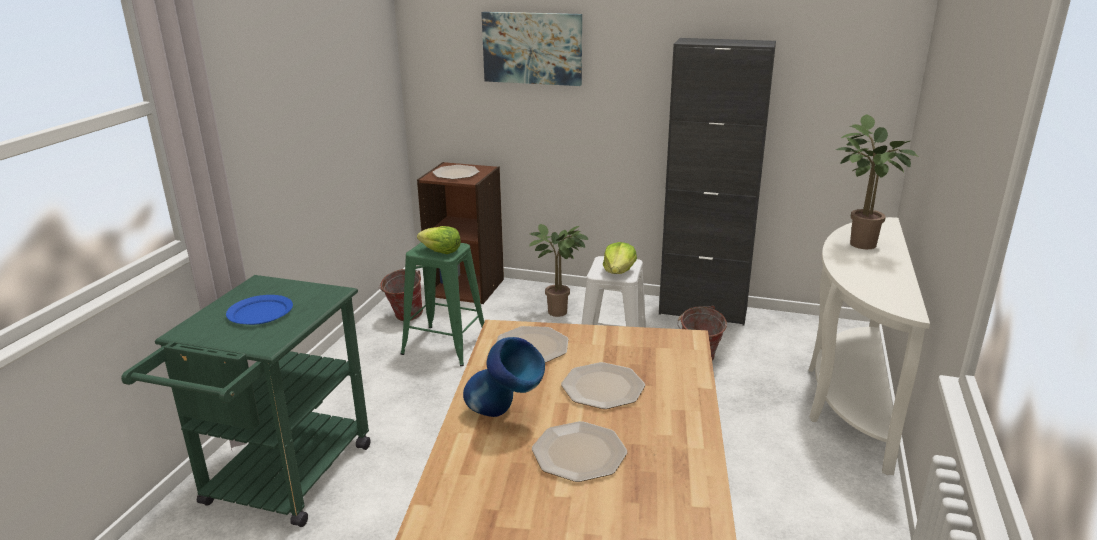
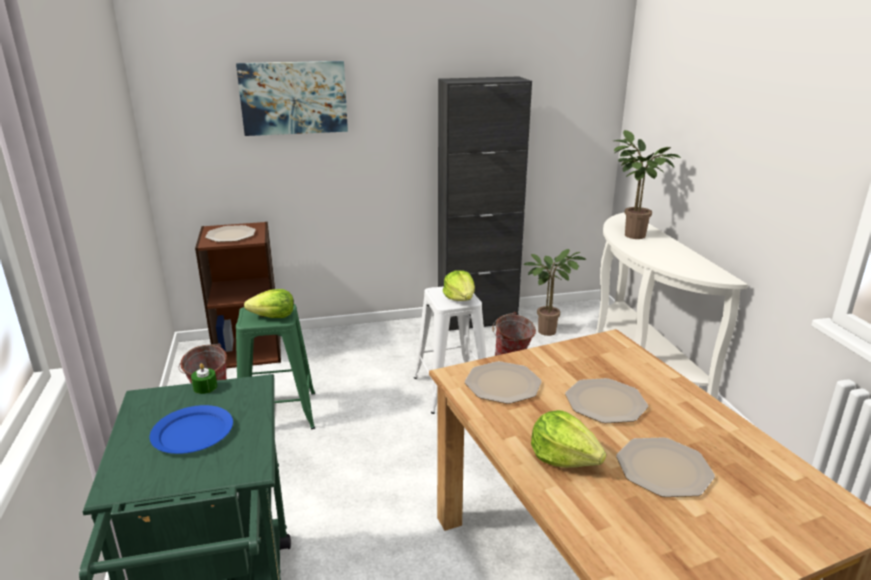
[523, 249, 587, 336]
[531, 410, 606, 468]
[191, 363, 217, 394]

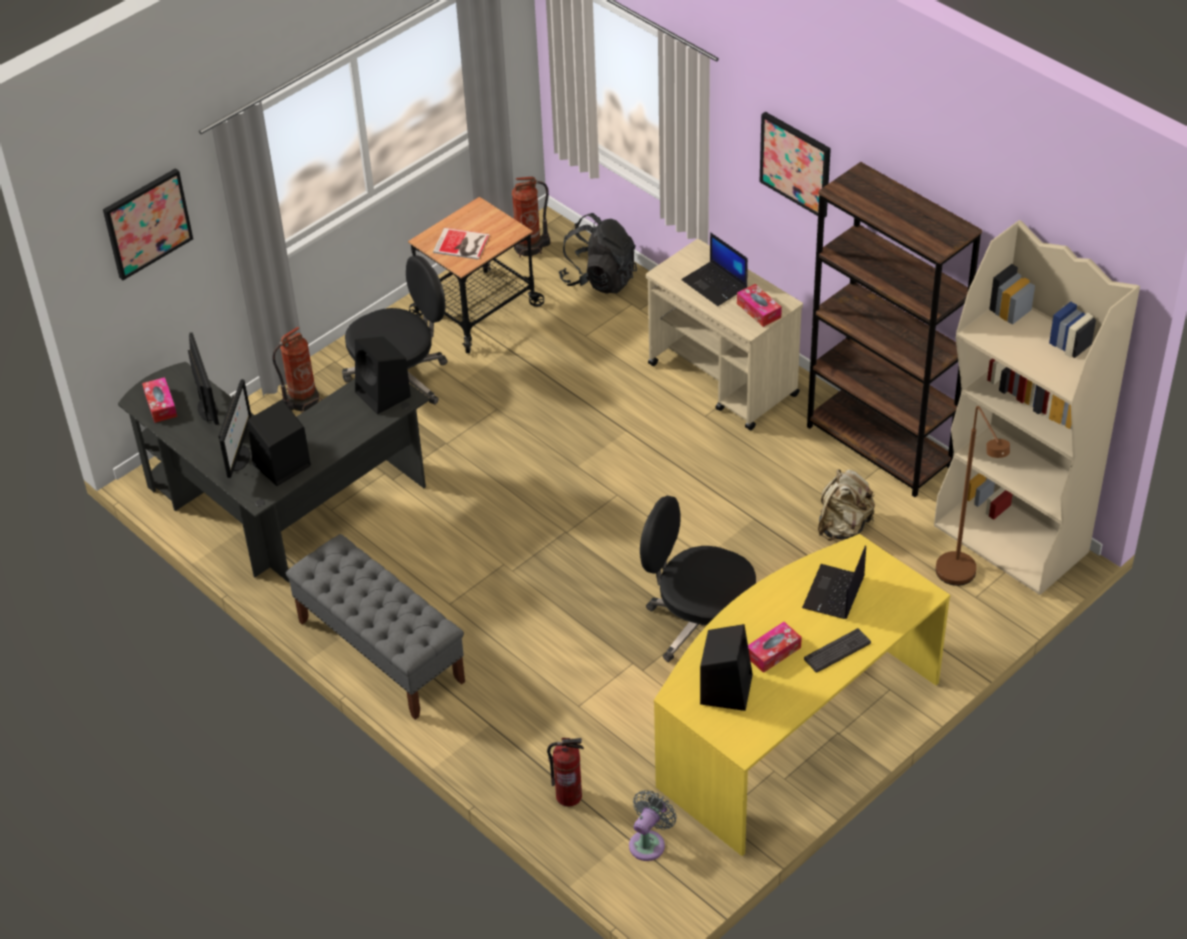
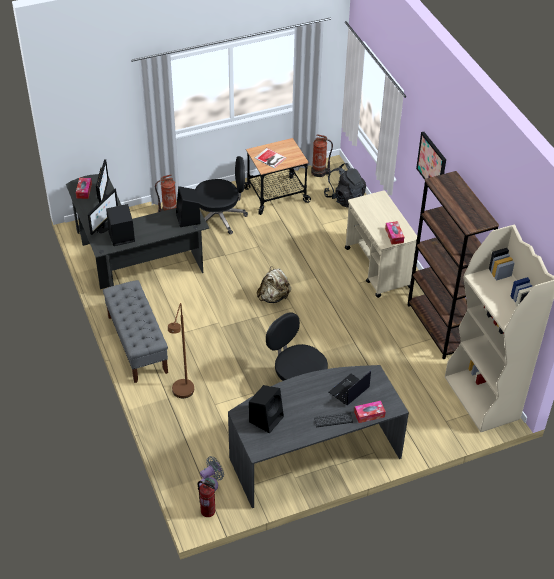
[103, 168, 193, 280] (first image)
[681, 232, 748, 306] (first image)
[168, 303, 194, 398]
[257, 266, 291, 303]
[228, 365, 409, 508]
[354, 401, 386, 423]
[197, 480, 216, 517]

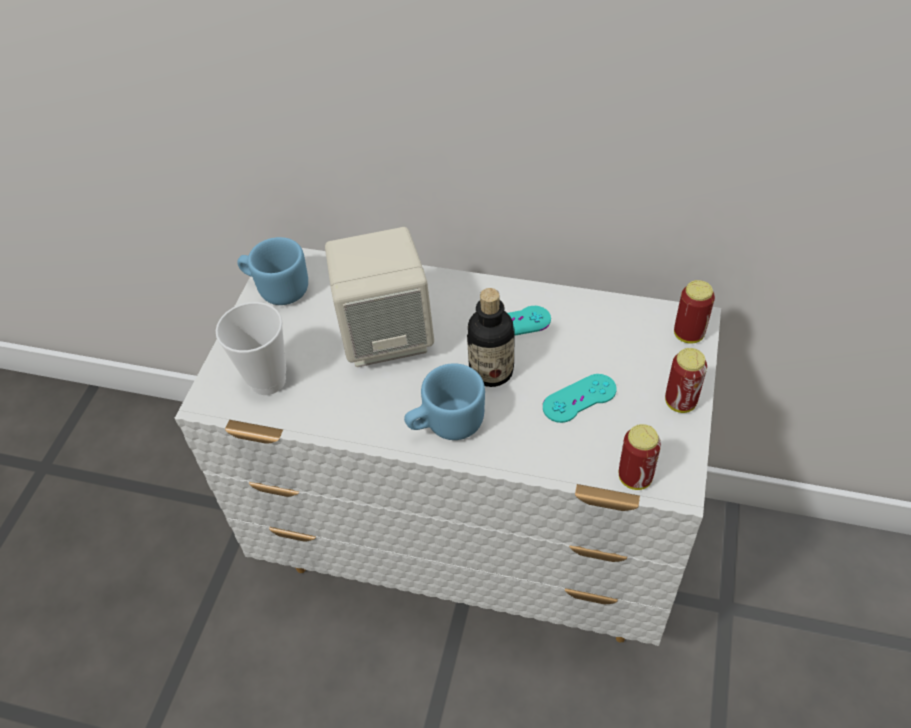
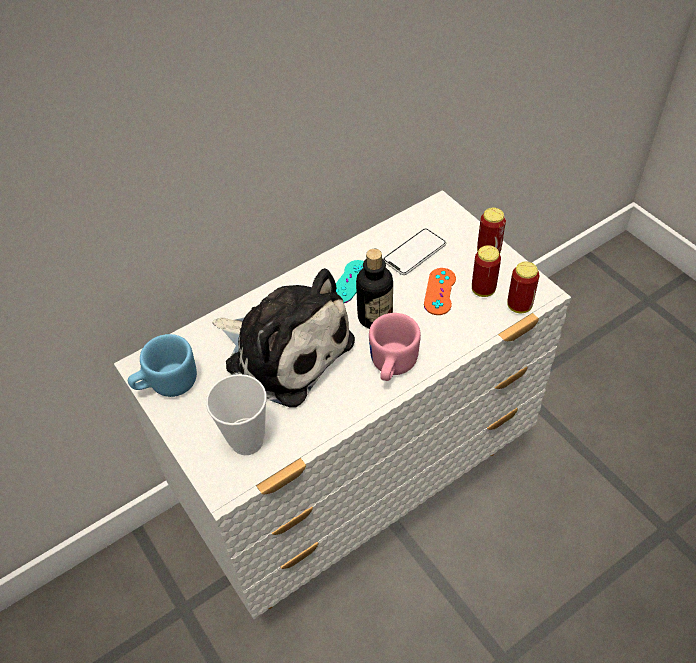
[212, 268, 355, 408]
[472, 245, 501, 297]
[369, 313, 421, 381]
[424, 268, 456, 315]
[383, 228, 446, 275]

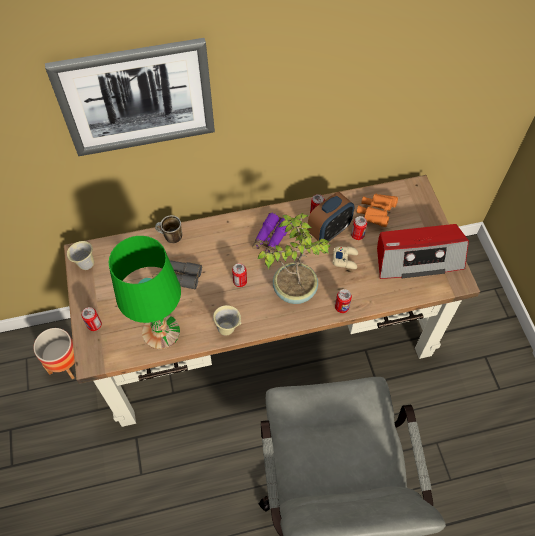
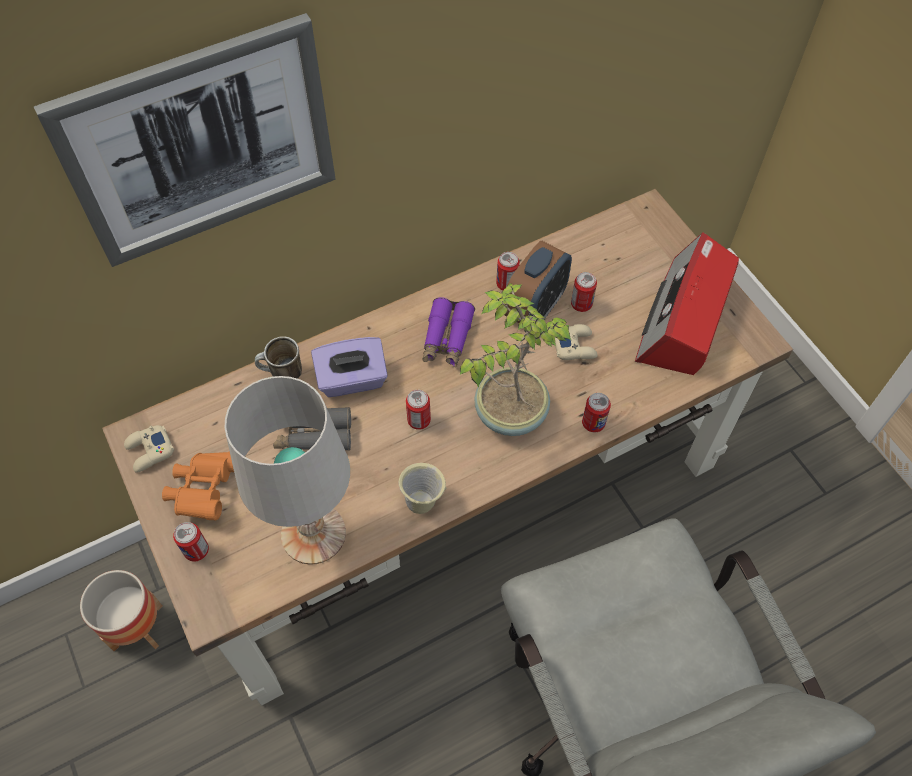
[162, 451, 234, 520]
[635, 232, 739, 375]
[225, 376, 350, 565]
[124, 425, 174, 473]
[311, 337, 388, 397]

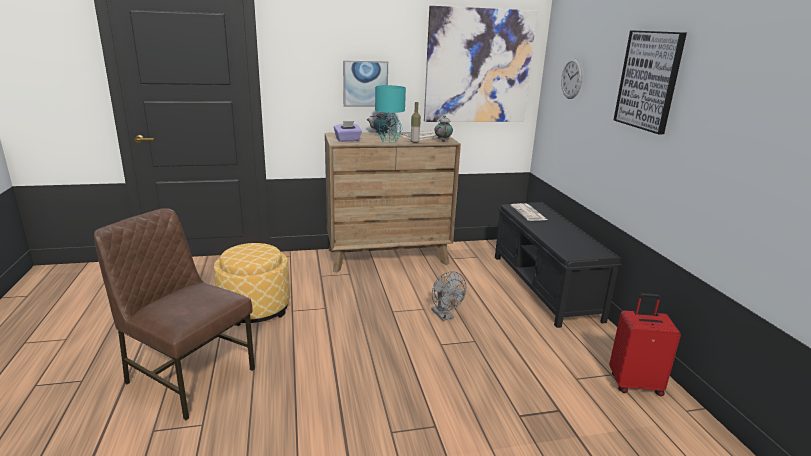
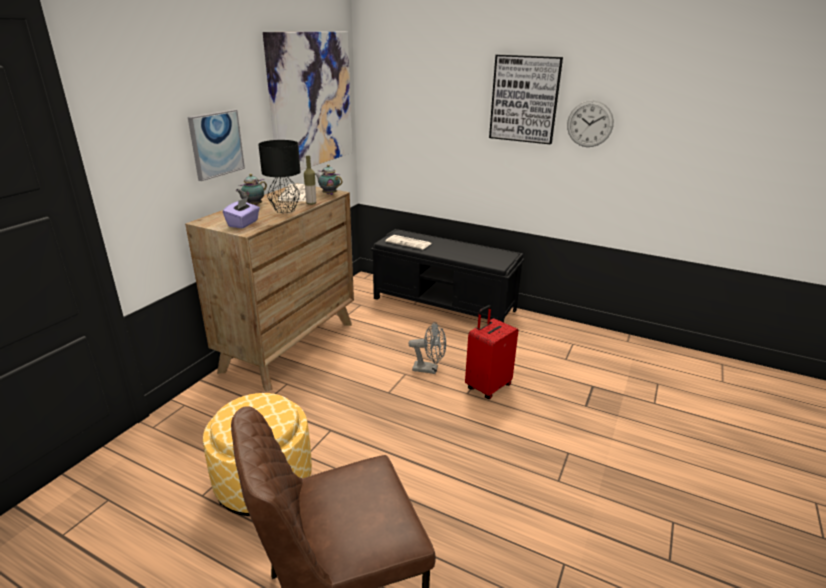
[567, 100, 614, 147]
[258, 140, 301, 213]
[465, 305, 518, 399]

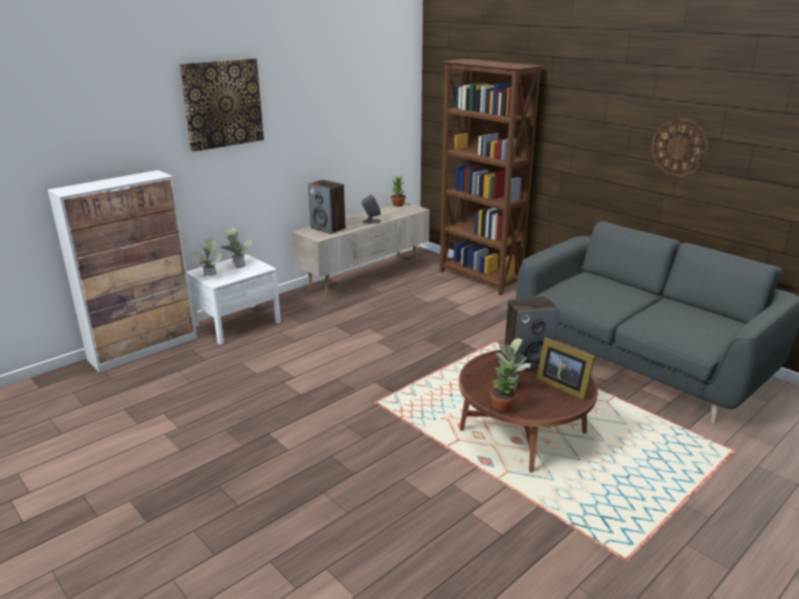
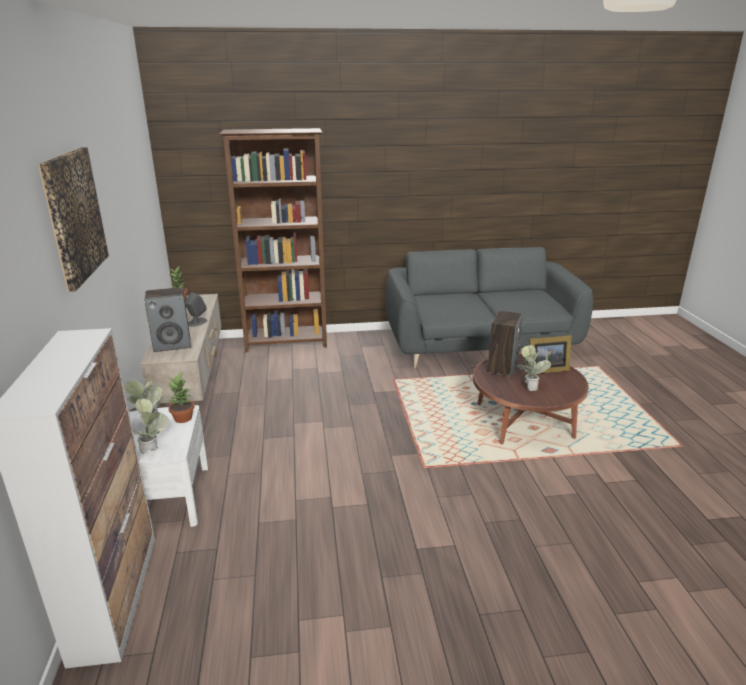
[651, 118, 709, 177] (first image)
[168, 371, 194, 423]

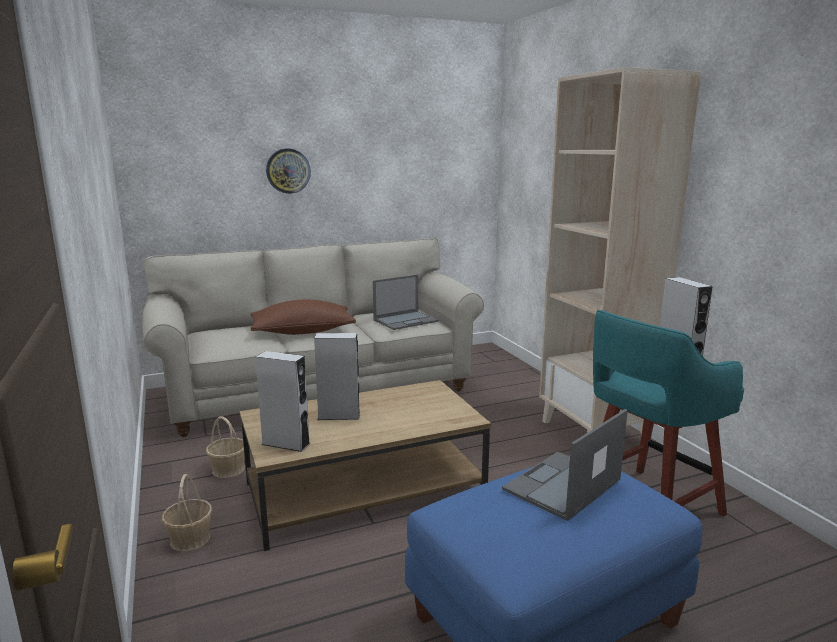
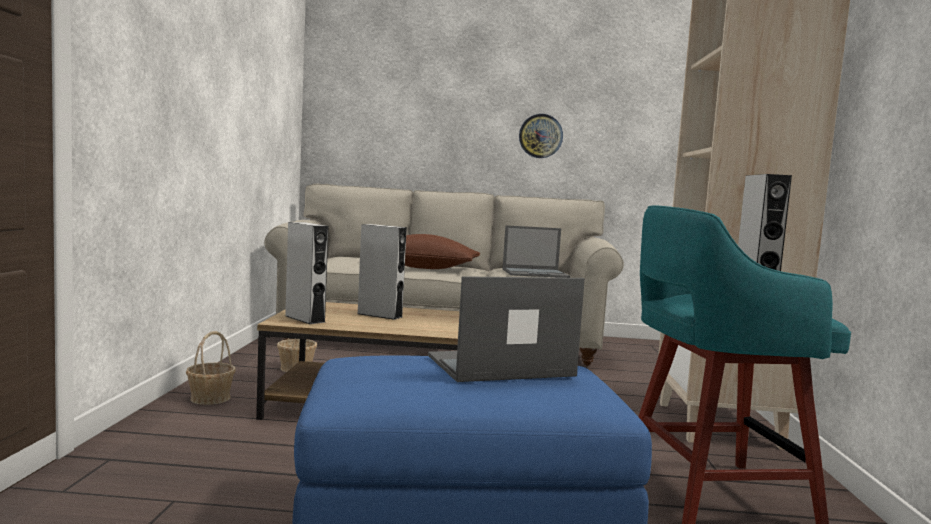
[519, 114, 563, 158]

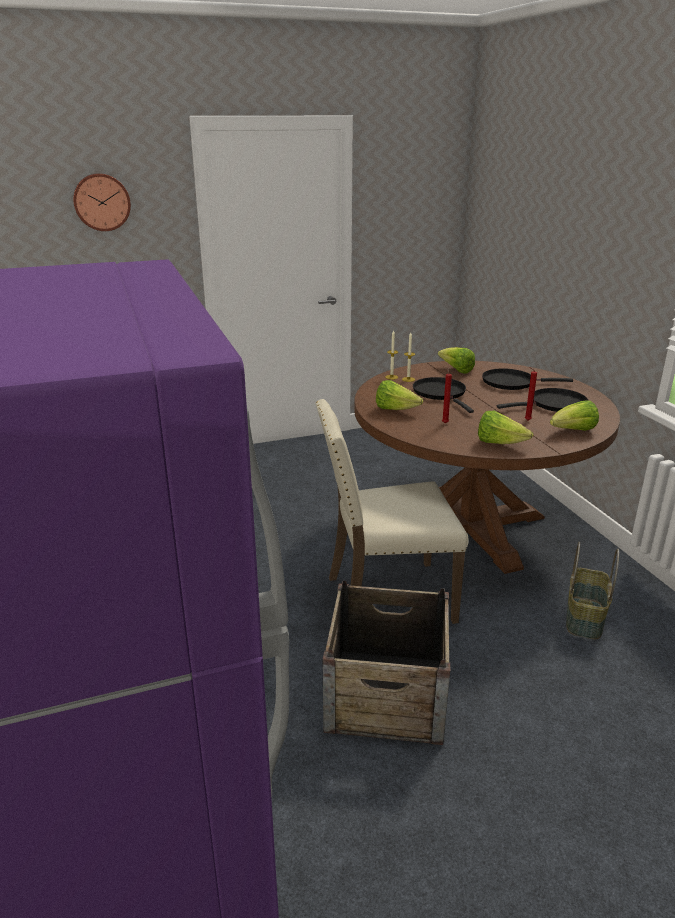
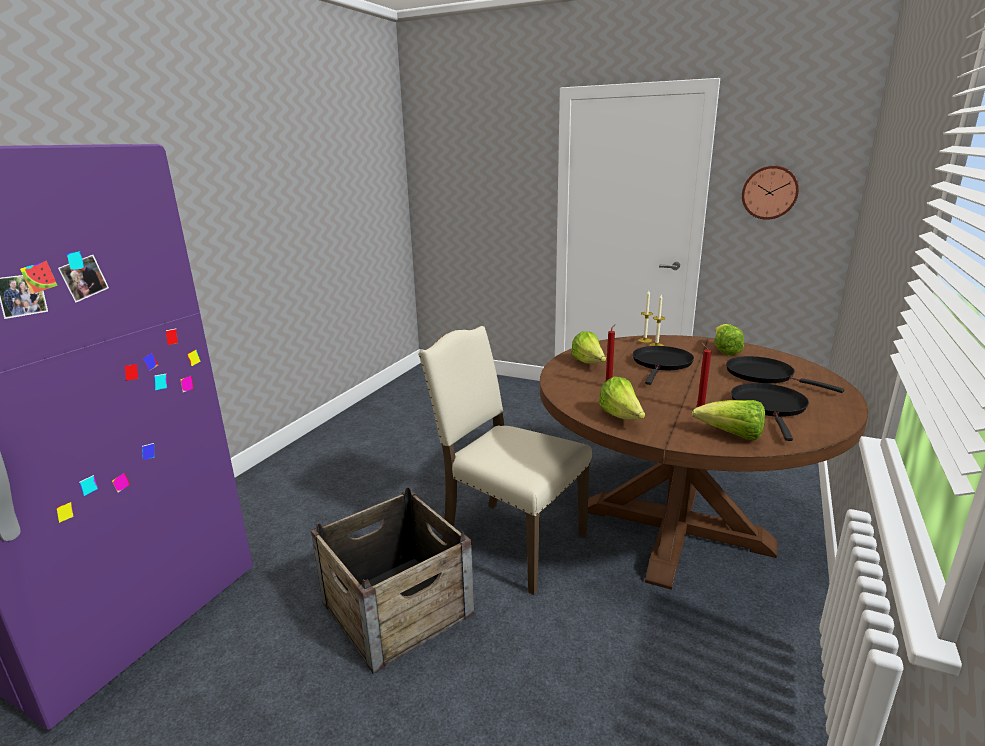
[742, 165, 799, 220]
[731, 383, 809, 441]
[566, 542, 619, 639] (first image)

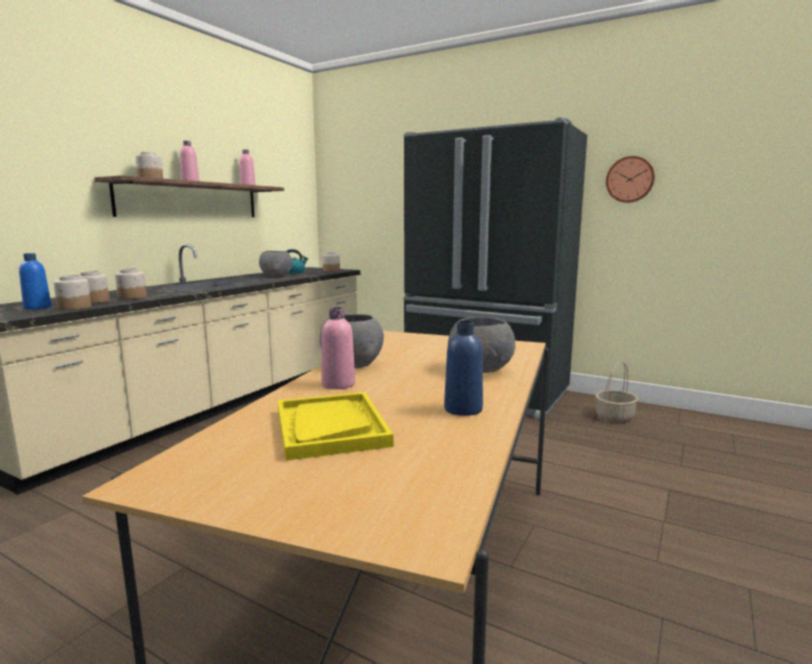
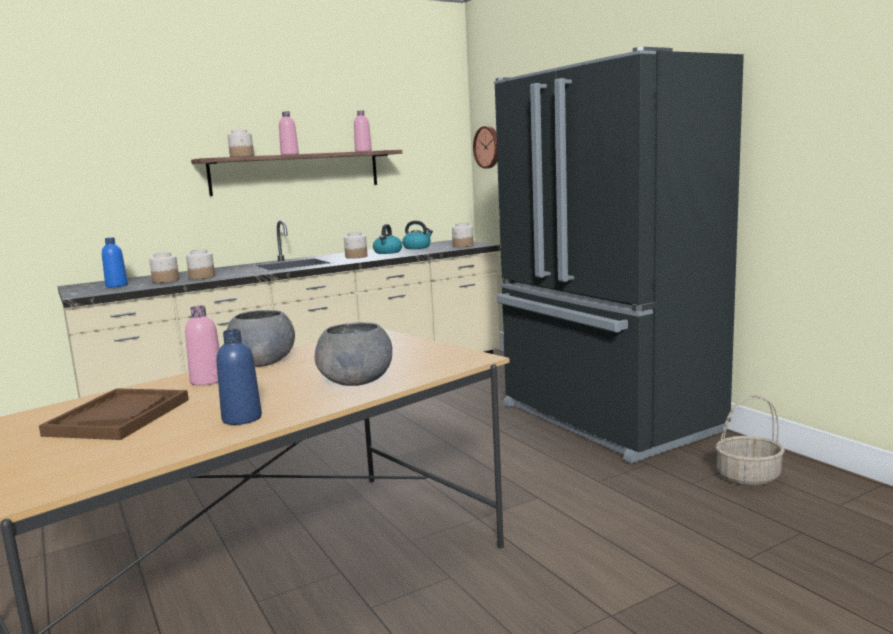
[473, 126, 497, 169]
[373, 224, 402, 254]
[344, 232, 367, 259]
[39, 388, 189, 440]

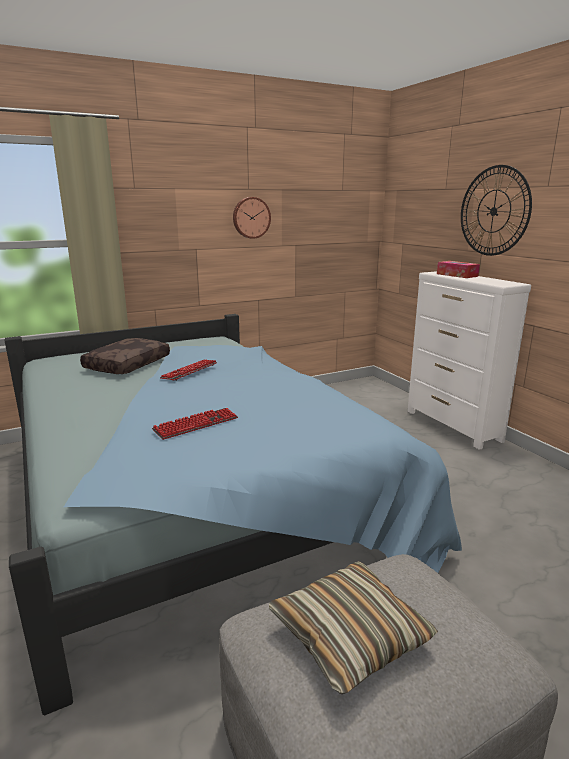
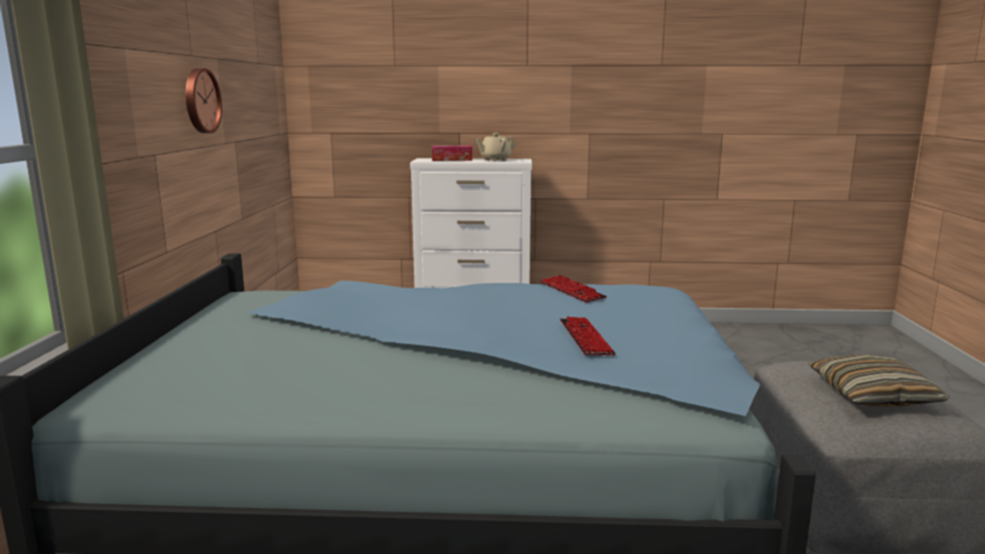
[461, 165, 532, 256] (first image)
[80, 338, 170, 374] (first image)
[541, 275, 607, 303]
[476, 133, 515, 161]

